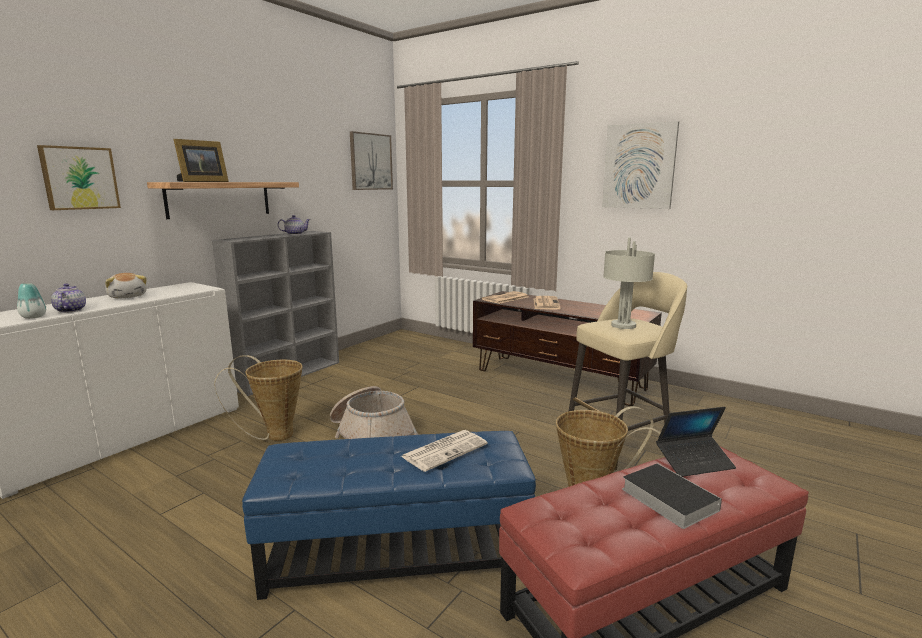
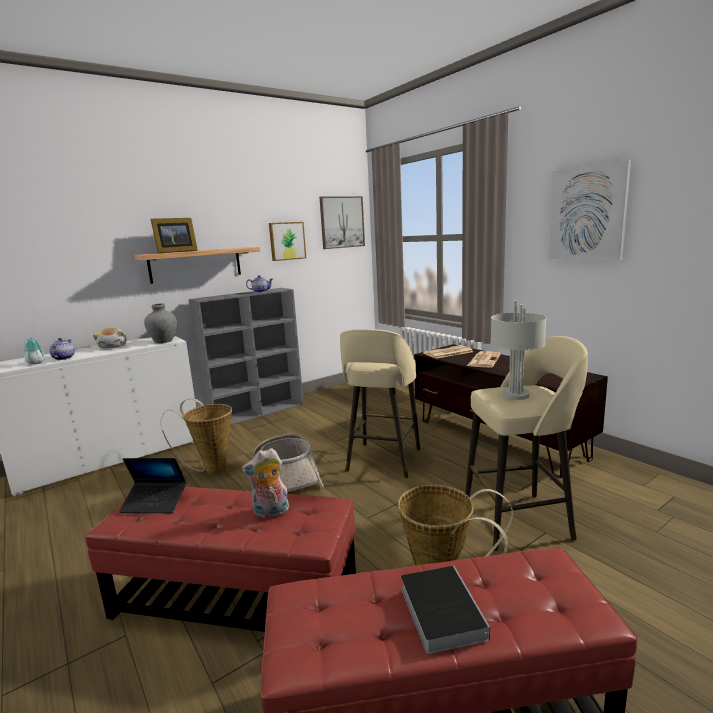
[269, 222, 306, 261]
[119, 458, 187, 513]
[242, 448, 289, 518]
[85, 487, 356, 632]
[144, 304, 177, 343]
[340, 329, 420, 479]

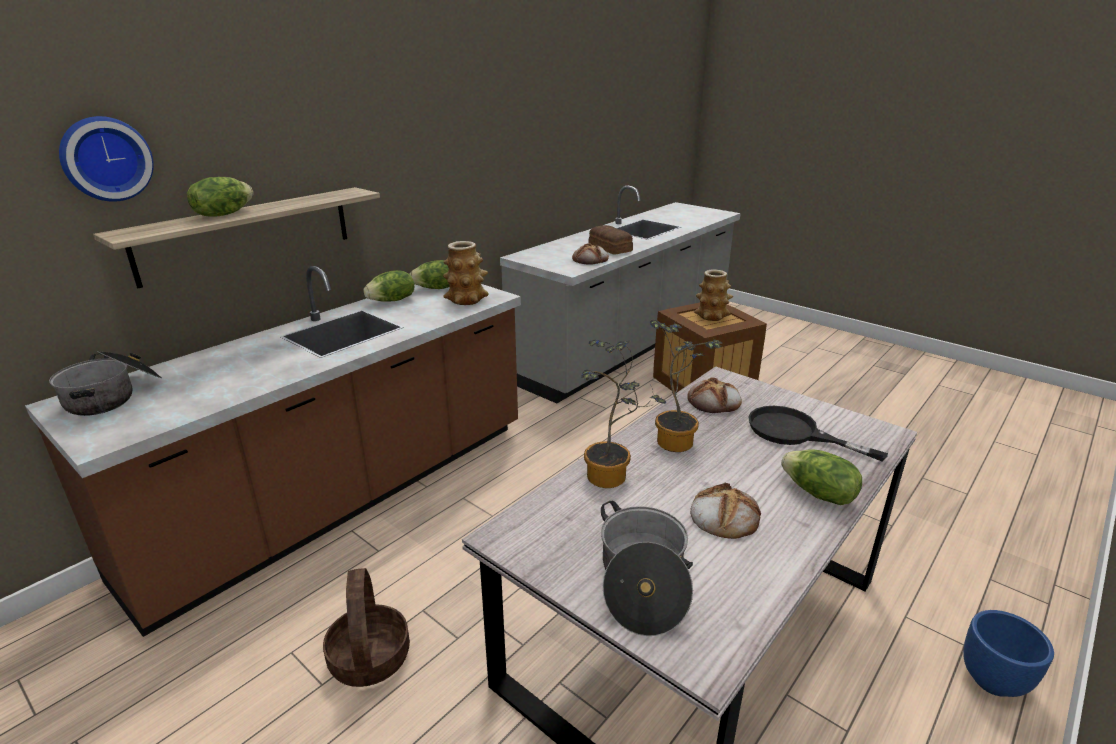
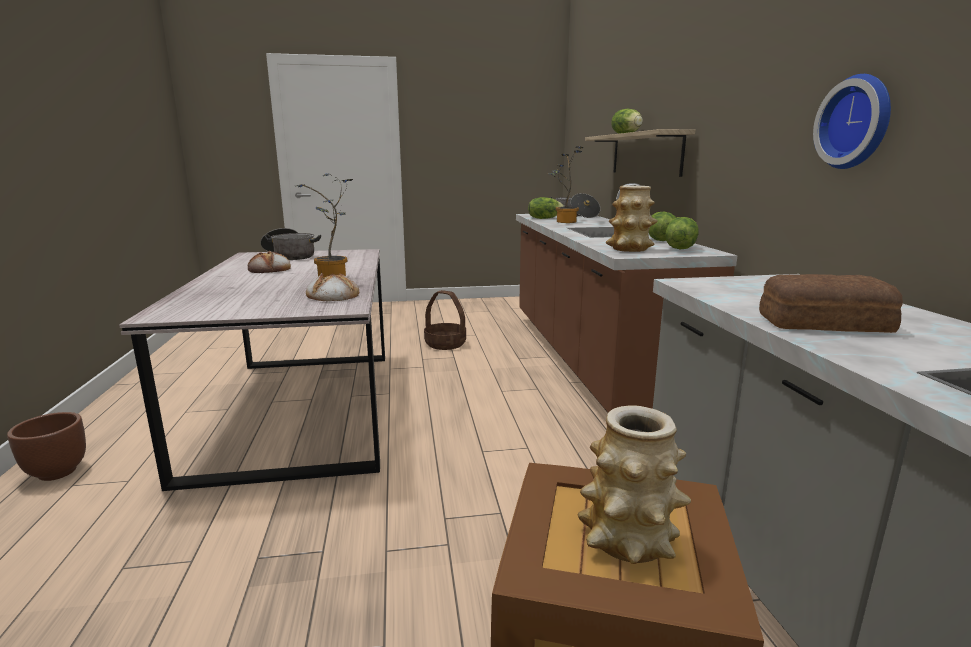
[813, 74, 891, 169]
[572, 243, 609, 264] (first image)
[547, 146, 583, 223]
[748, 406, 888, 461] (first image)
[528, 197, 564, 219]
[7, 412, 86, 481]

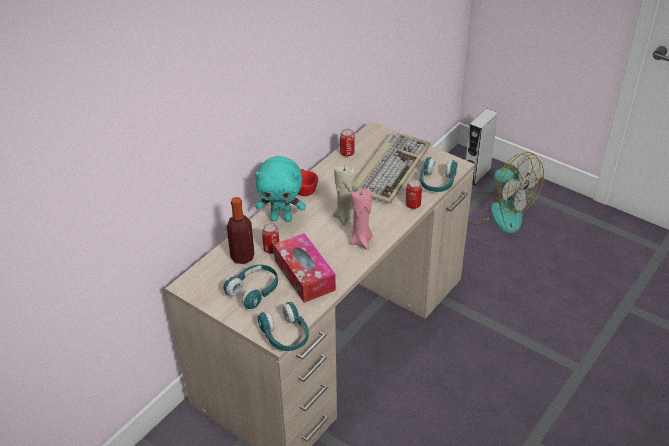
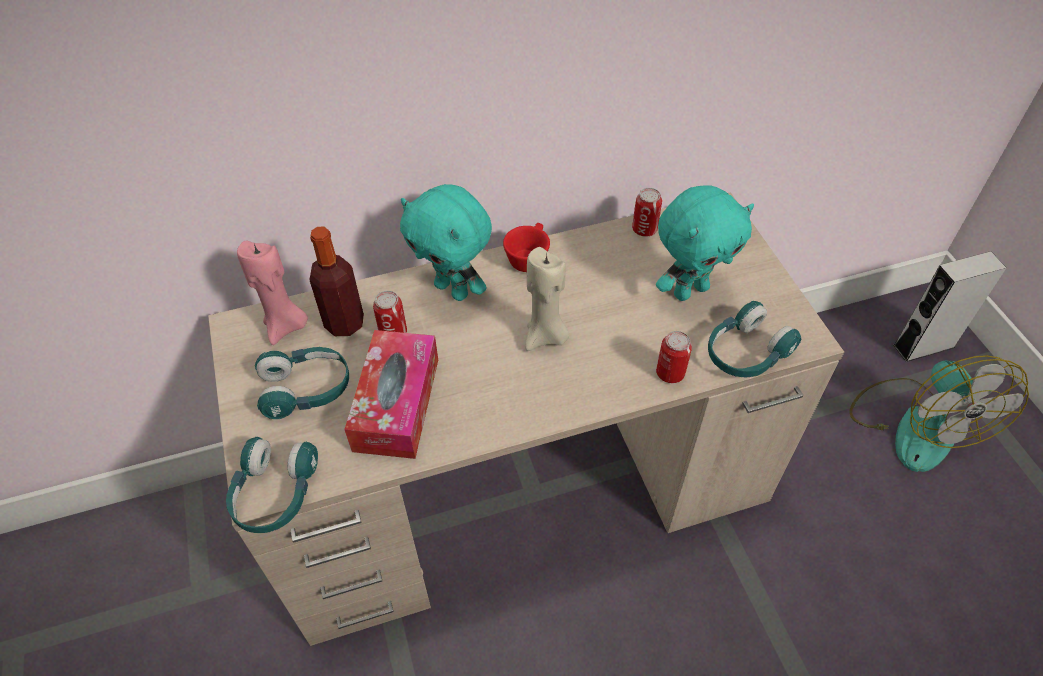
[656, 185, 754, 301]
[237, 241, 308, 345]

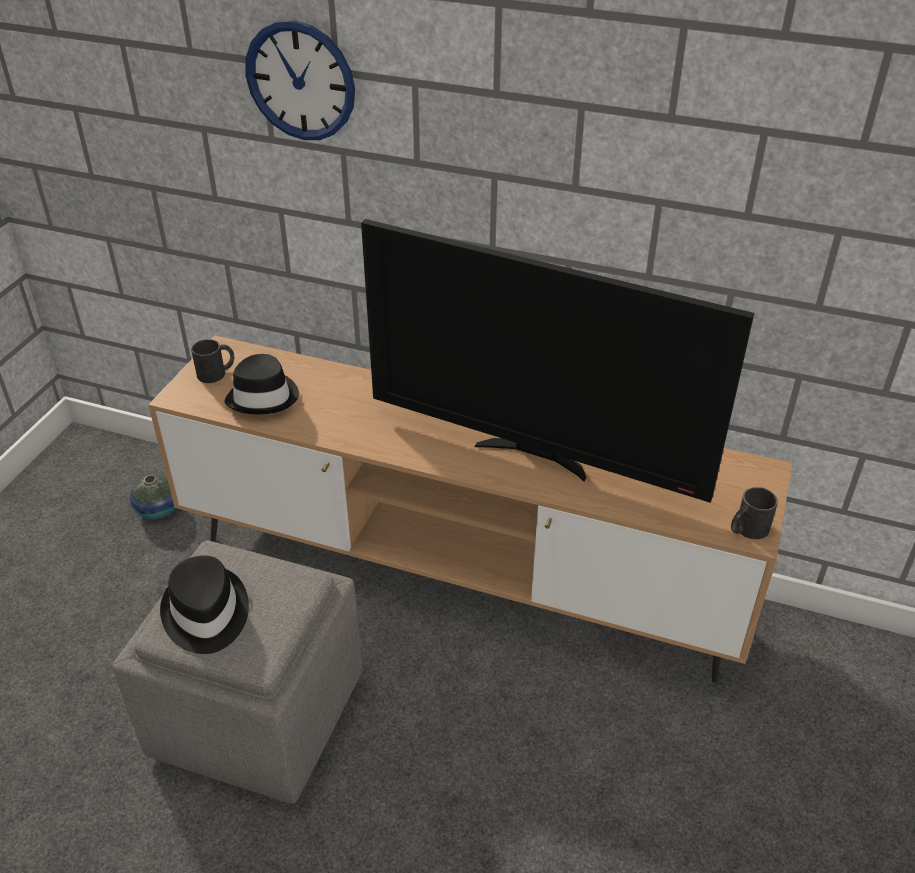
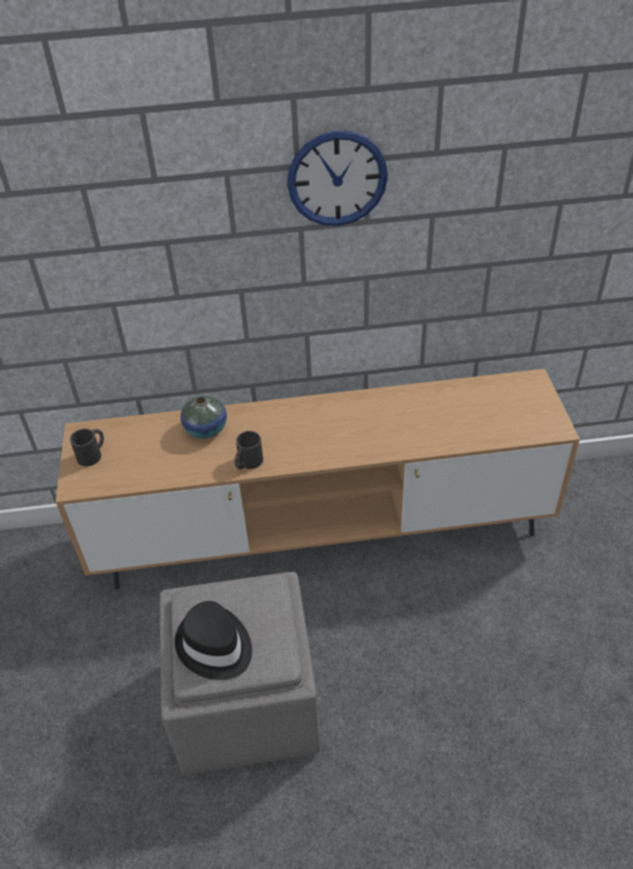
[287, 131, 388, 226]
[361, 219, 754, 502] (first image)
[225, 354, 299, 414] (first image)
[180, 396, 227, 438]
[235, 431, 263, 470]

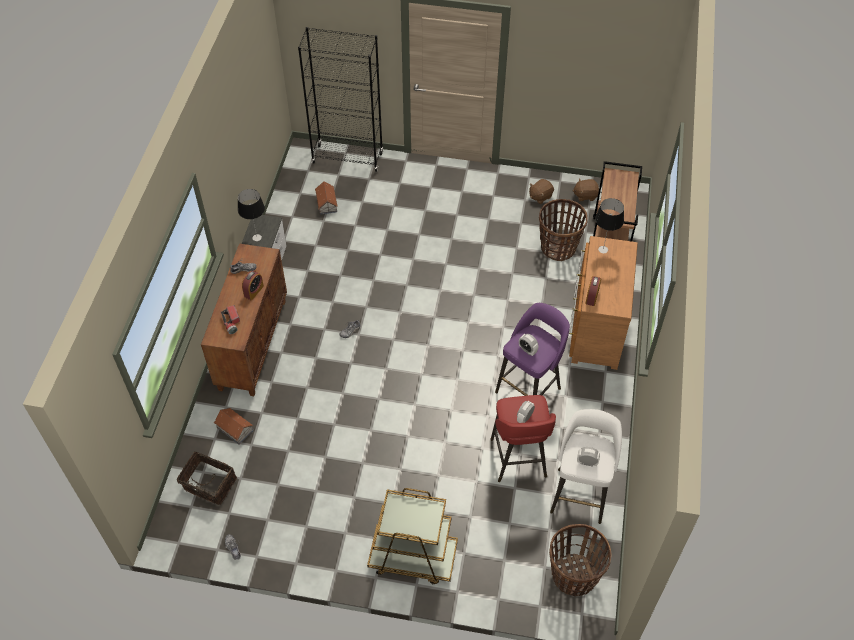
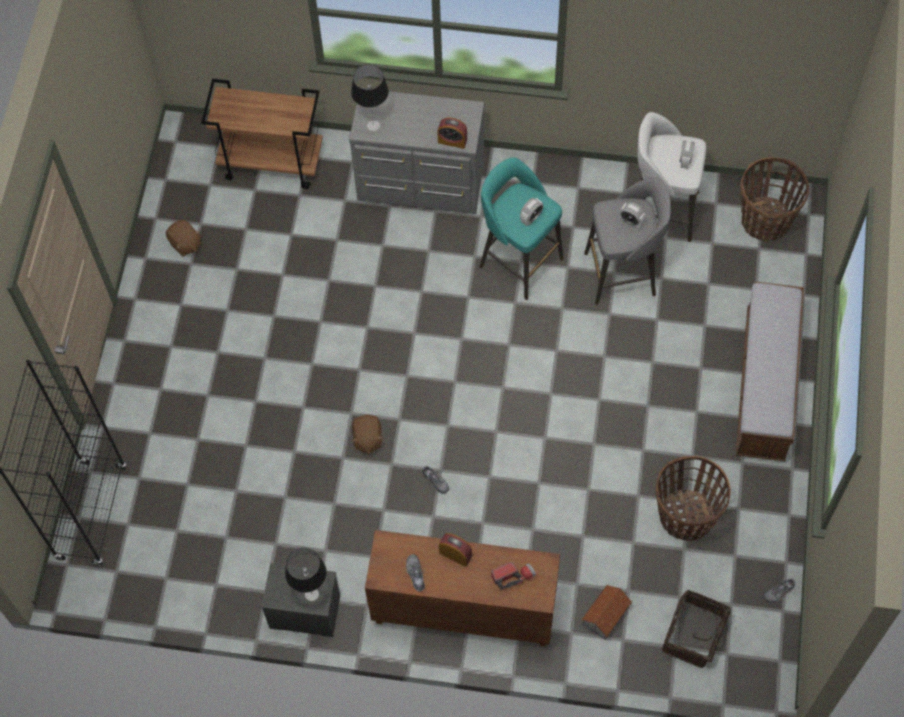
[351, 415, 383, 454]
[315, 181, 338, 215] (first image)
[655, 456, 731, 541]
[349, 88, 485, 214]
[479, 158, 564, 300]
[584, 177, 671, 305]
[736, 282, 804, 462]

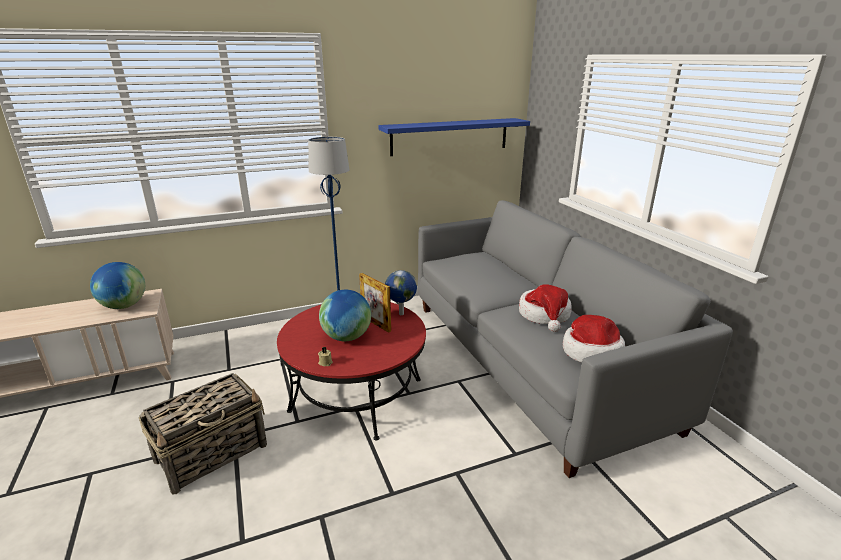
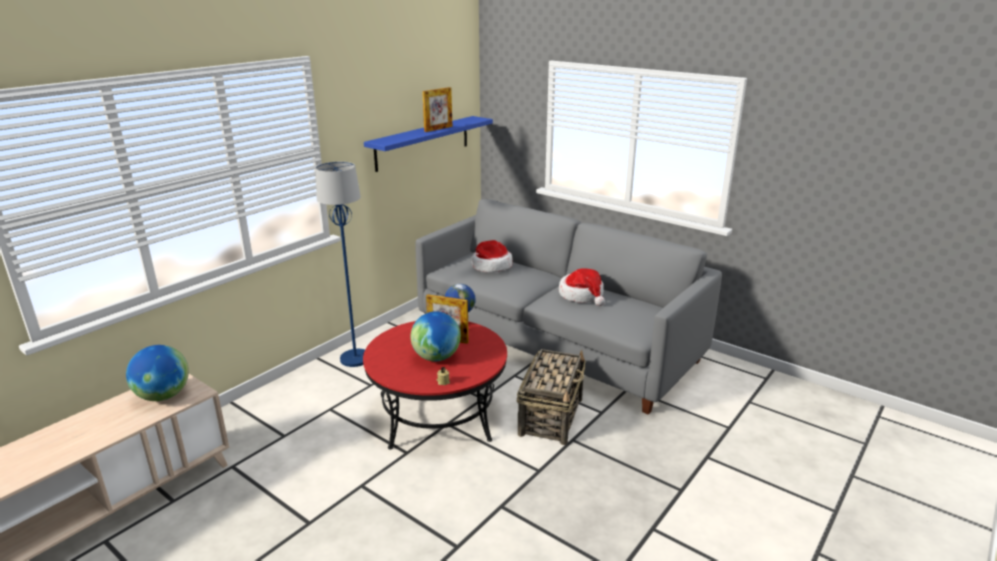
[472, 240, 513, 272]
[517, 349, 585, 445]
[422, 87, 452, 132]

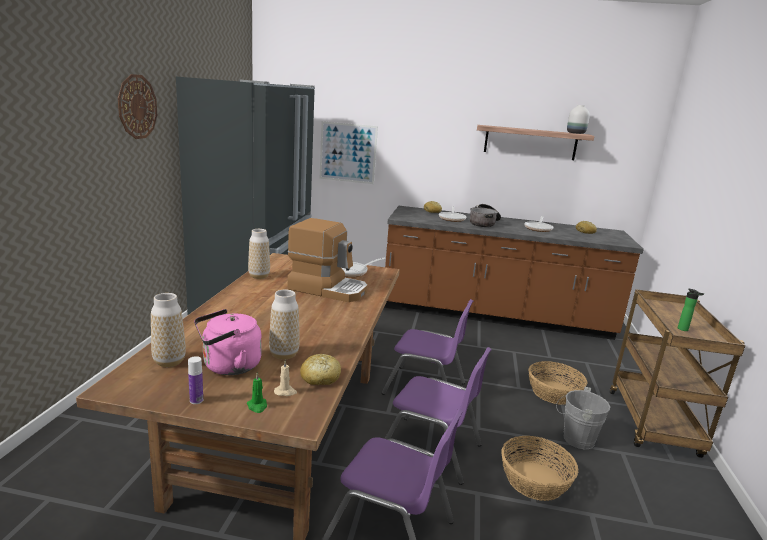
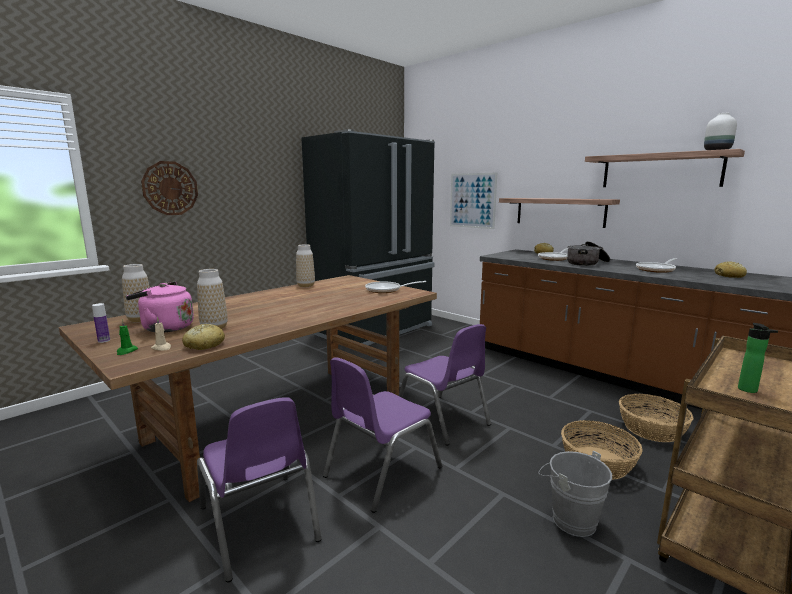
[141, 161, 198, 215]
[287, 218, 368, 302] (first image)
[323, 357, 442, 513]
[619, 394, 694, 442]
[499, 198, 620, 228]

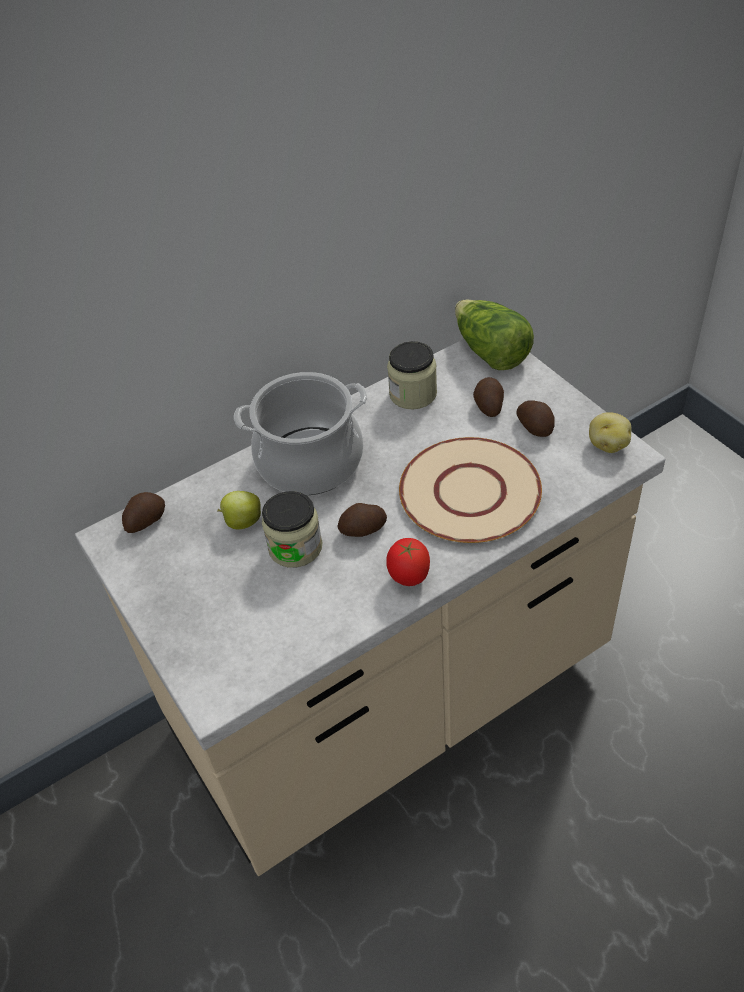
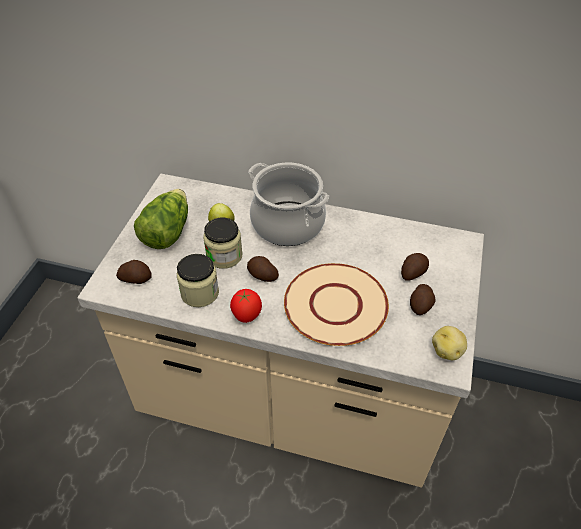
[134, 189, 188, 249]
[177, 254, 219, 307]
[116, 260, 152, 284]

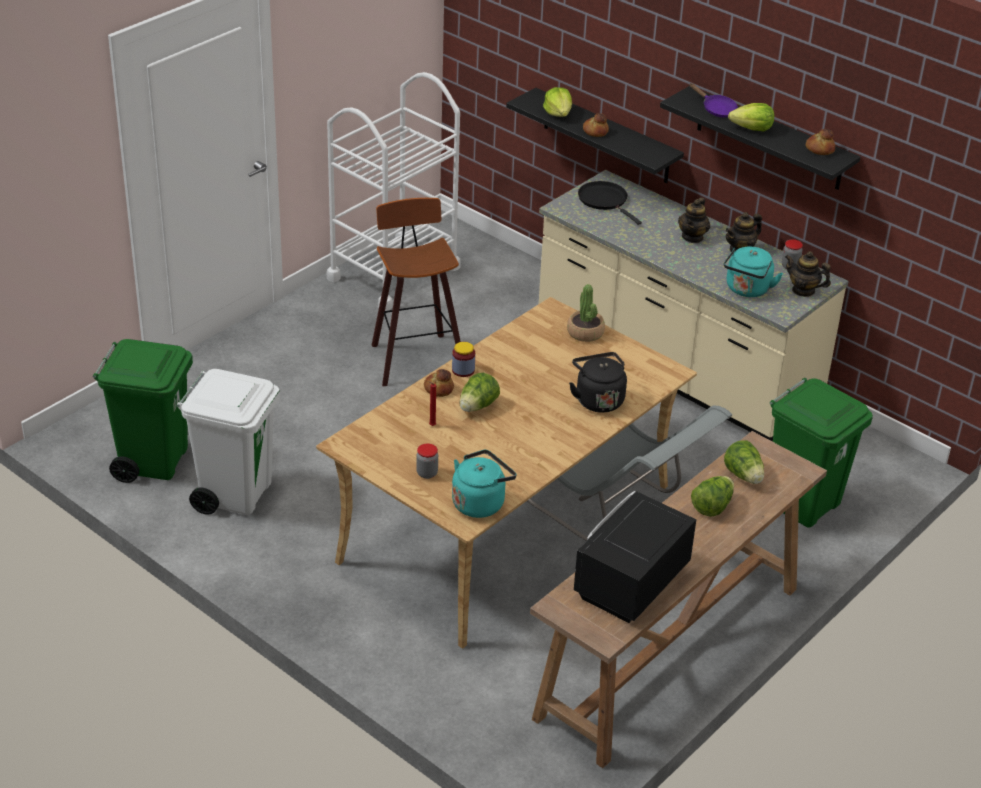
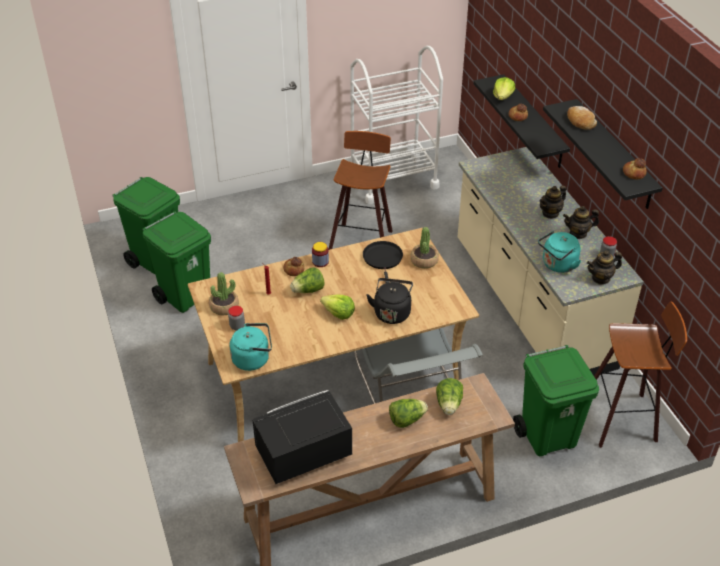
[567, 106, 597, 130]
[320, 295, 355, 320]
[363, 241, 403, 283]
[587, 251, 622, 284]
[142, 211, 211, 313]
[209, 272, 239, 316]
[594, 302, 687, 448]

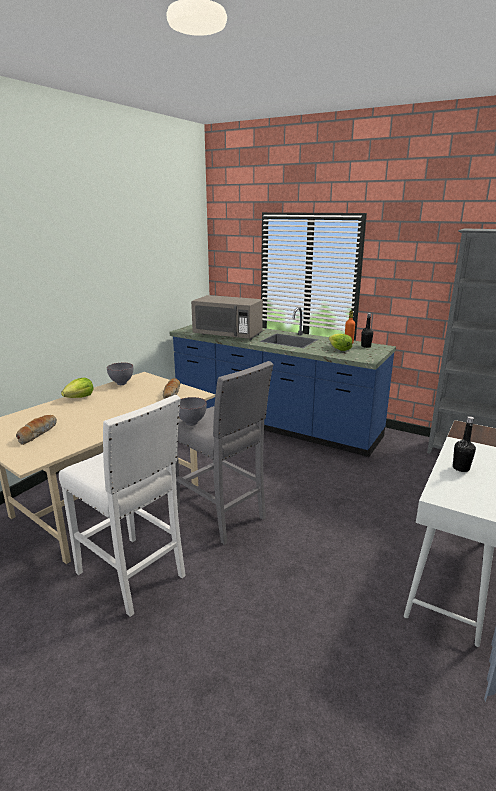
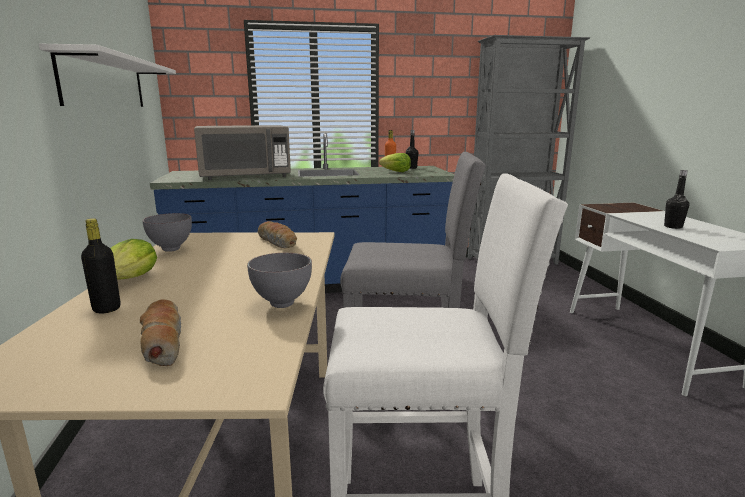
[247, 253, 312, 308]
[39, 44, 176, 107]
[81, 218, 120, 313]

